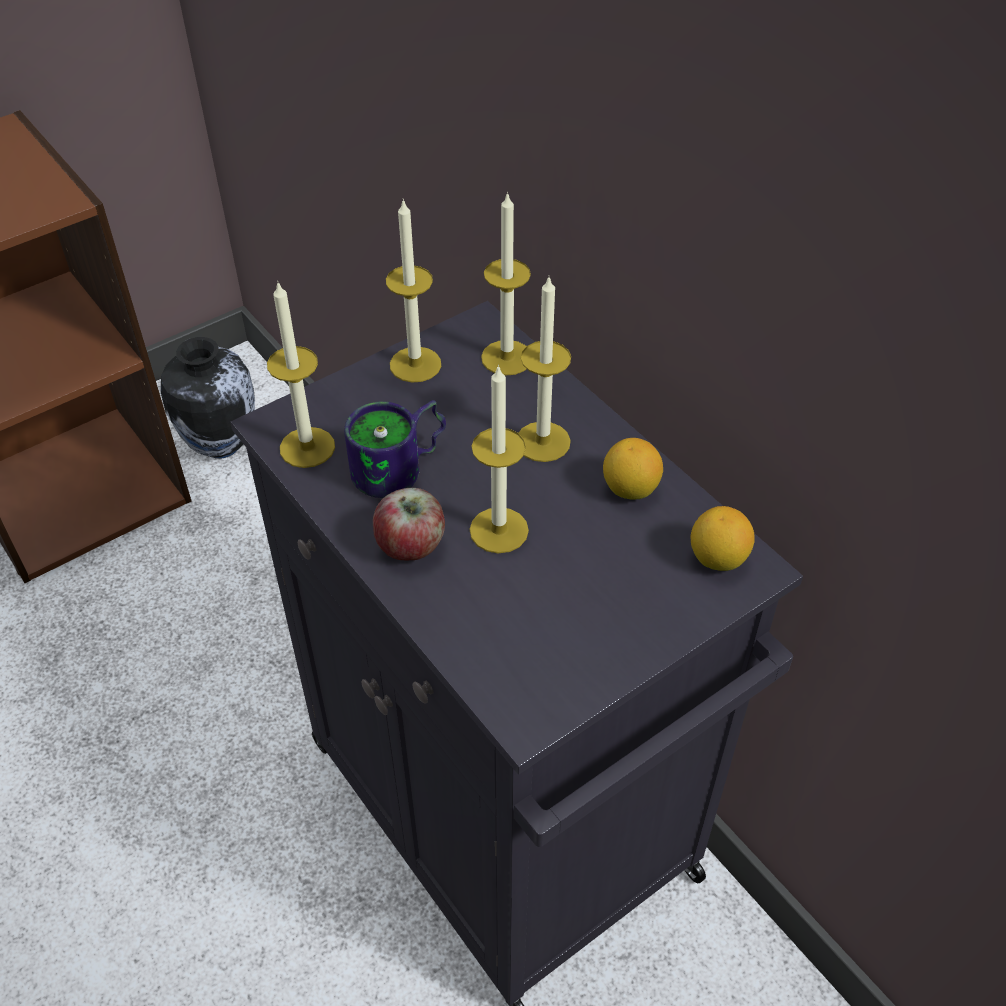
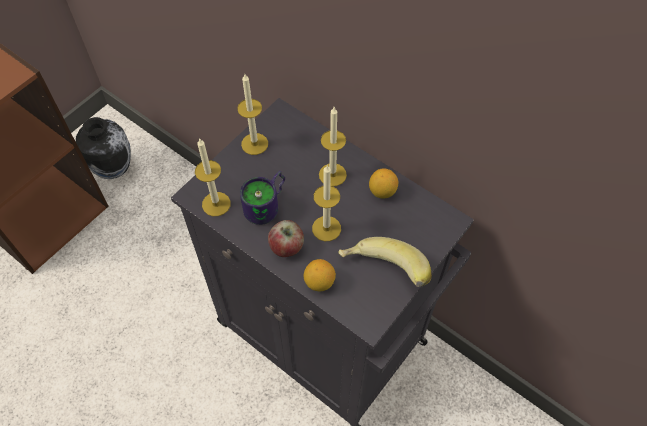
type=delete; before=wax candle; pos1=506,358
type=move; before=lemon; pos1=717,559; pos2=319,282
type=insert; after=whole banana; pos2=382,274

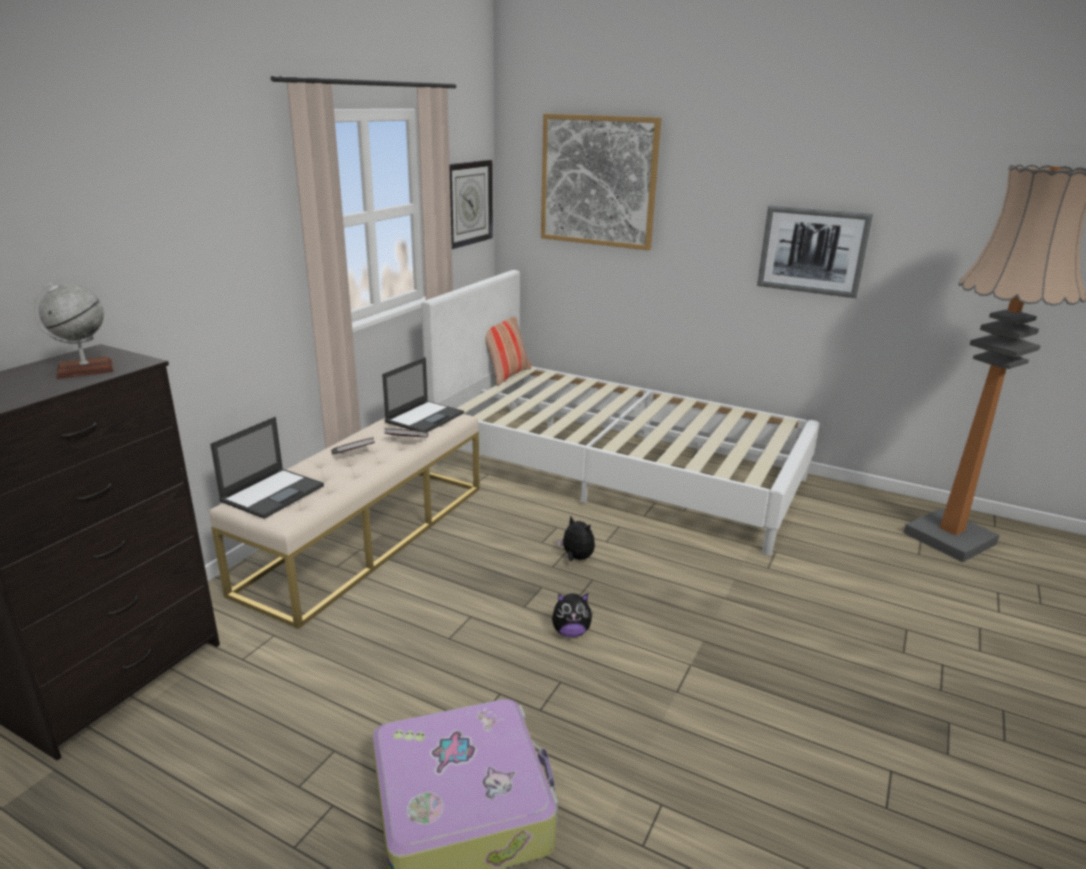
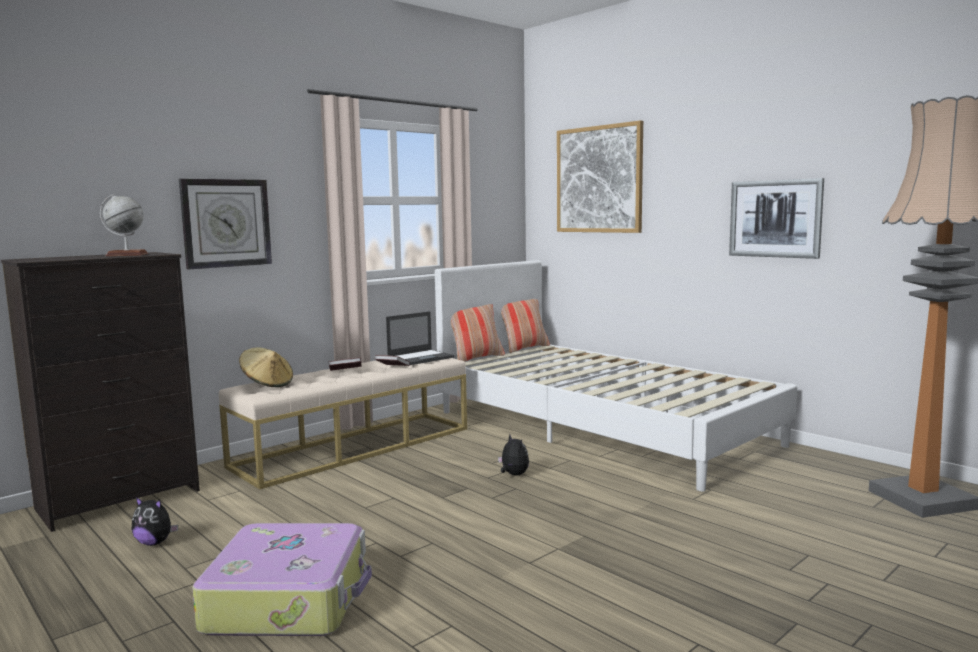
type=move; before=hanging clock; pos1=468,203; pos2=226,223
type=replace; before=notebook computer; after=beige-coloured clothing hat; pos1=273,493; pos2=267,384
type=move; before=plush toy; pos1=571,632; pos2=155,542
type=insert; after=throw pillow; pos2=476,358

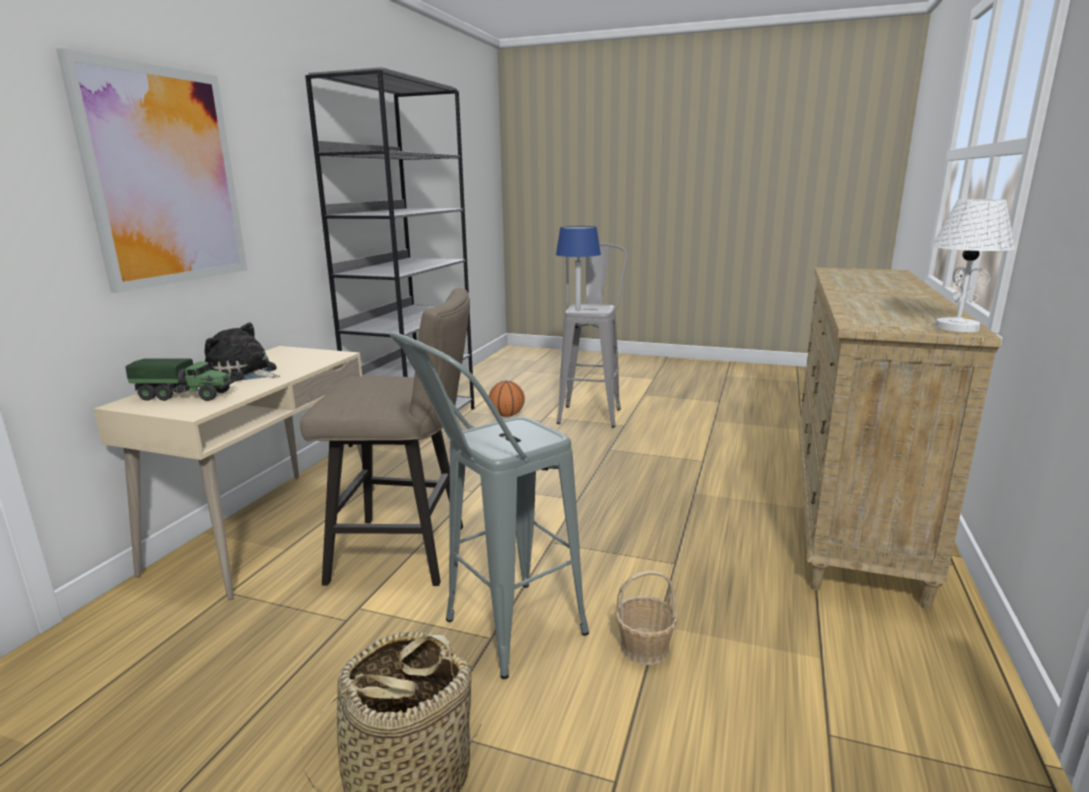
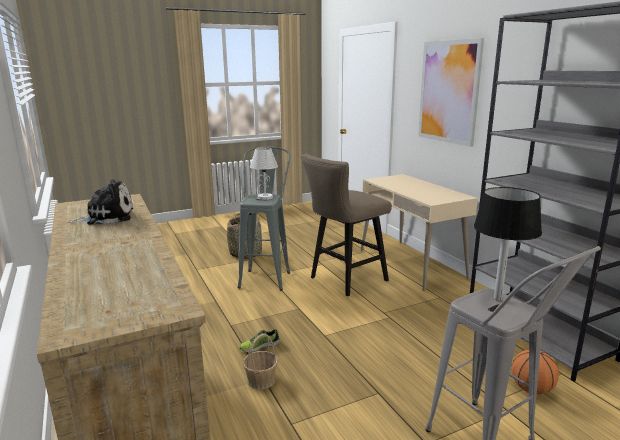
type=move; before=white lamp for a table; pos1=957,327; pos2=265,197
type=recolor; before=blue lamp for a table; after=blackish lamp for a table; pos1=577,310; pos2=497,298
type=move; before=plush toy; pos1=244,373; pos2=107,217
type=delete; before=toy lorry; pos1=186,396
type=move; before=household basket; pos1=645,647; pos2=261,380
type=insert; after=shoe; pos2=259,346

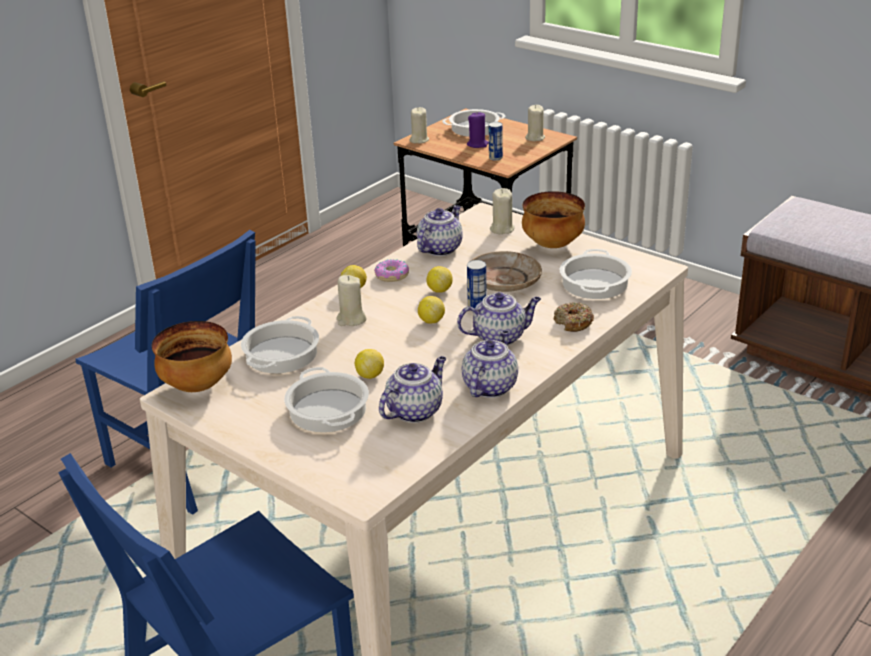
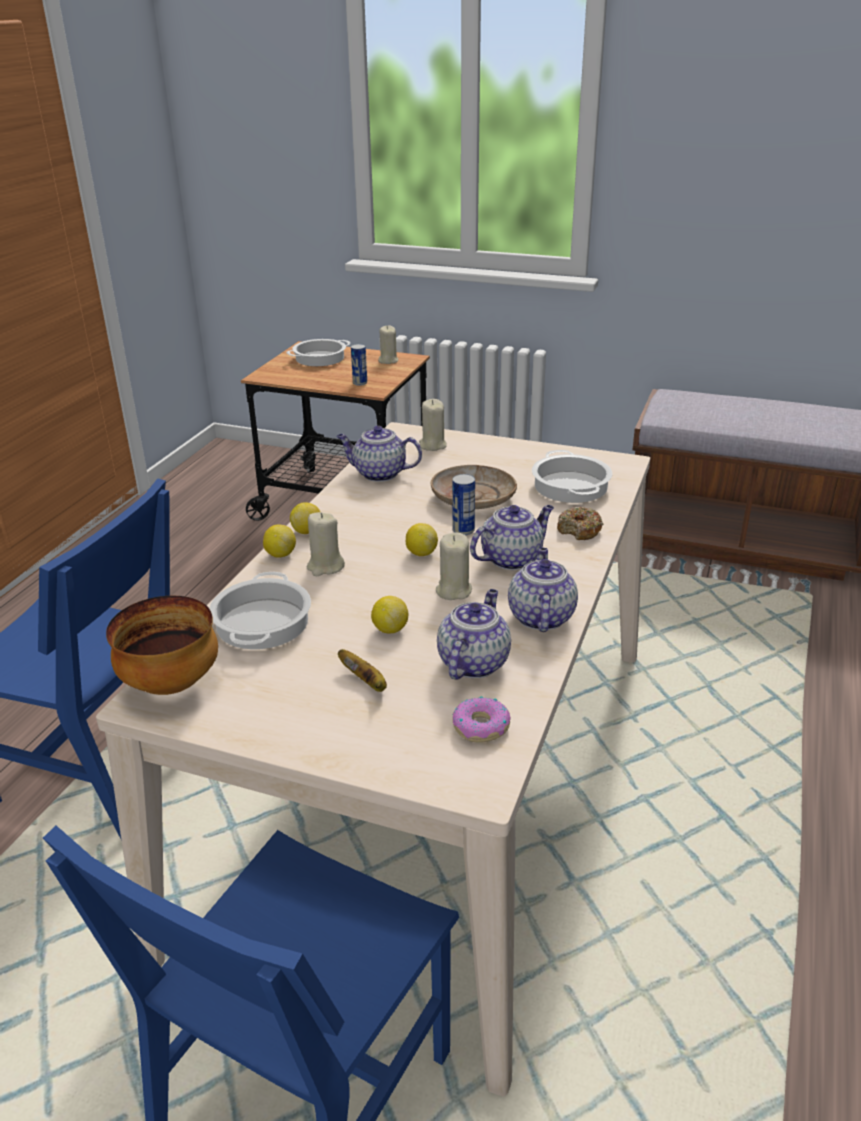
type=move; before=beige-coloured wax candle; pos1=419,140; pos2=453,590
type=delete; before=purple wax candle; pos1=477,144
type=delete; before=bowl; pos1=553,245
type=rotate; before=teapot; pos1=440,248; pos2=378,474; turn=-90
type=move; before=donut; pos1=391,275; pos2=481,727
type=move; before=lemon; pos1=439,290; pos2=280,554
type=replace; before=cooking pot; after=whole banana; pos1=329,410; pos2=366,682

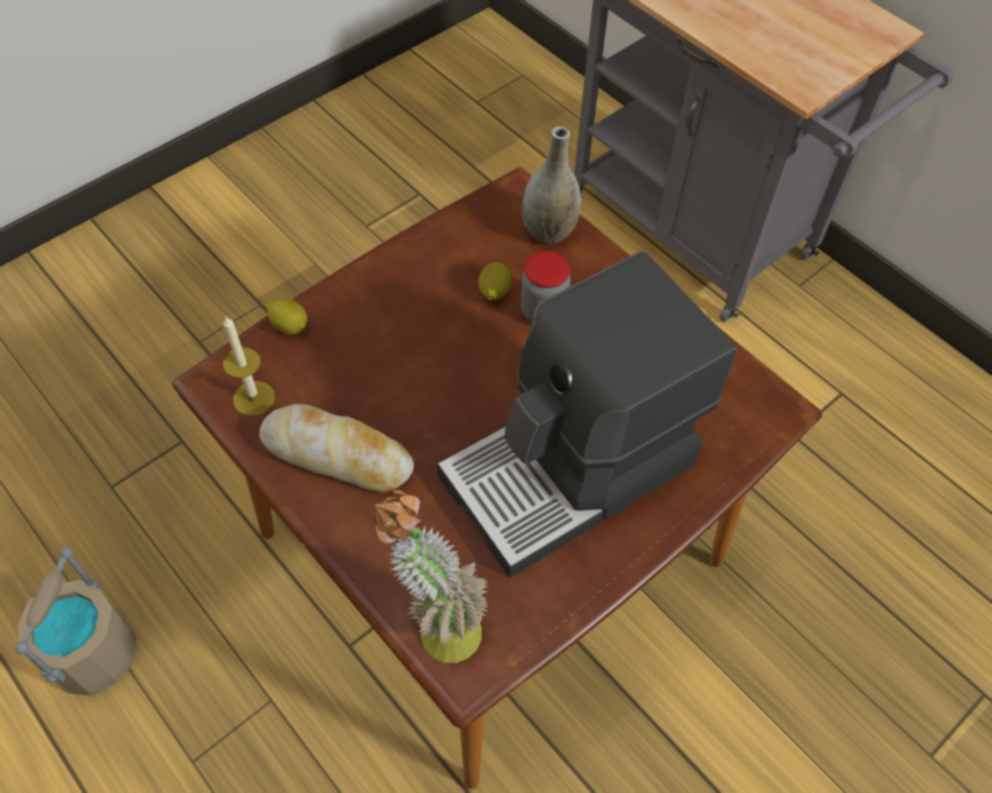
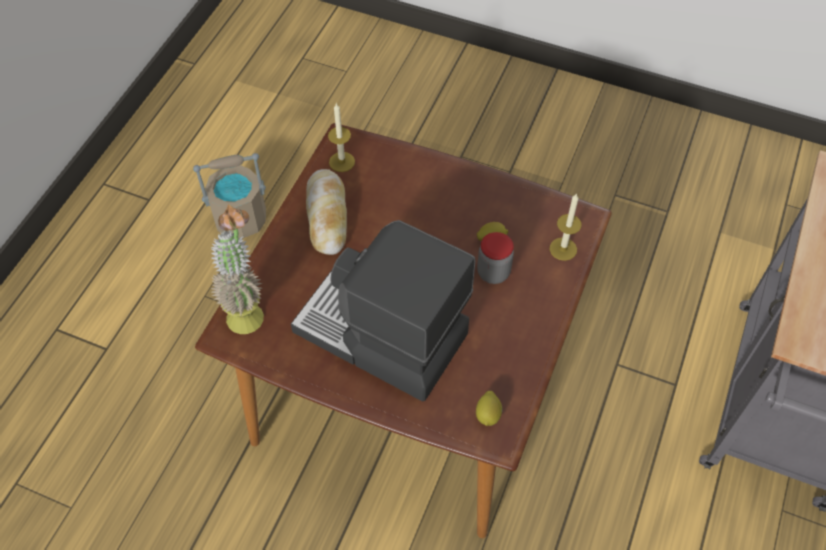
type=replace; before=gray decorative vase; after=wax candle; pos1=549,231; pos2=563,249
type=move; before=lemon; pos1=289,326; pos2=488,414

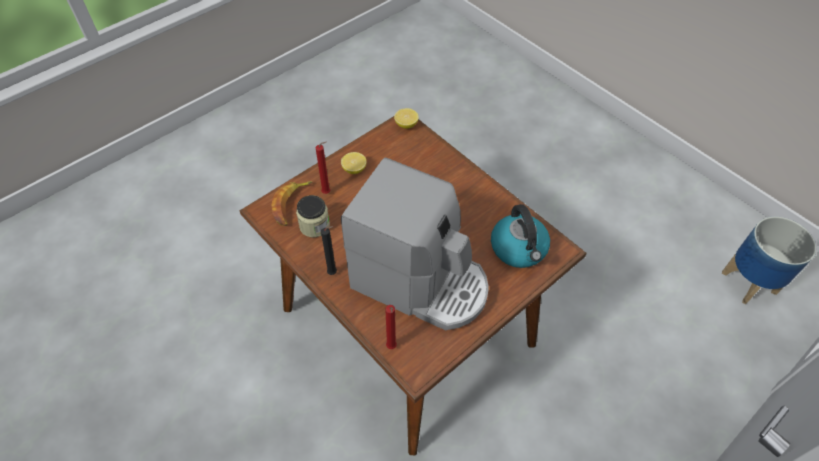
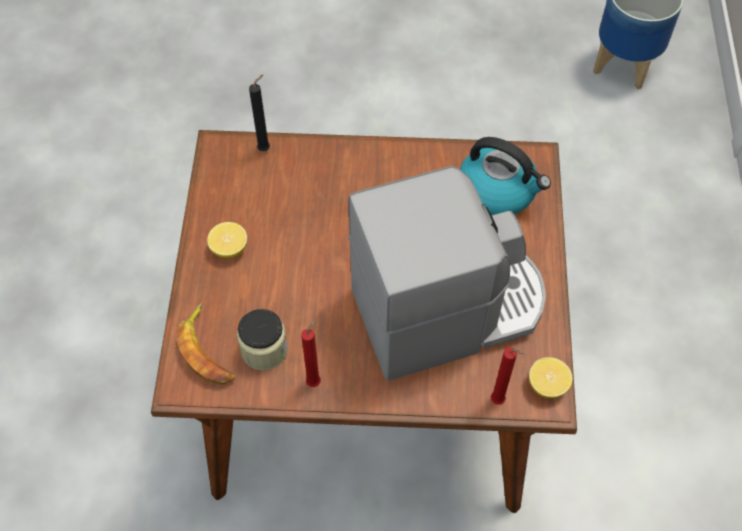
type=move; before=lemon; pos1=406,125; pos2=547,385
type=move; before=red-coloured wax candle; pos1=327,192; pos2=315,381
type=move; before=blackish wax candle; pos1=333,273; pos2=265,148

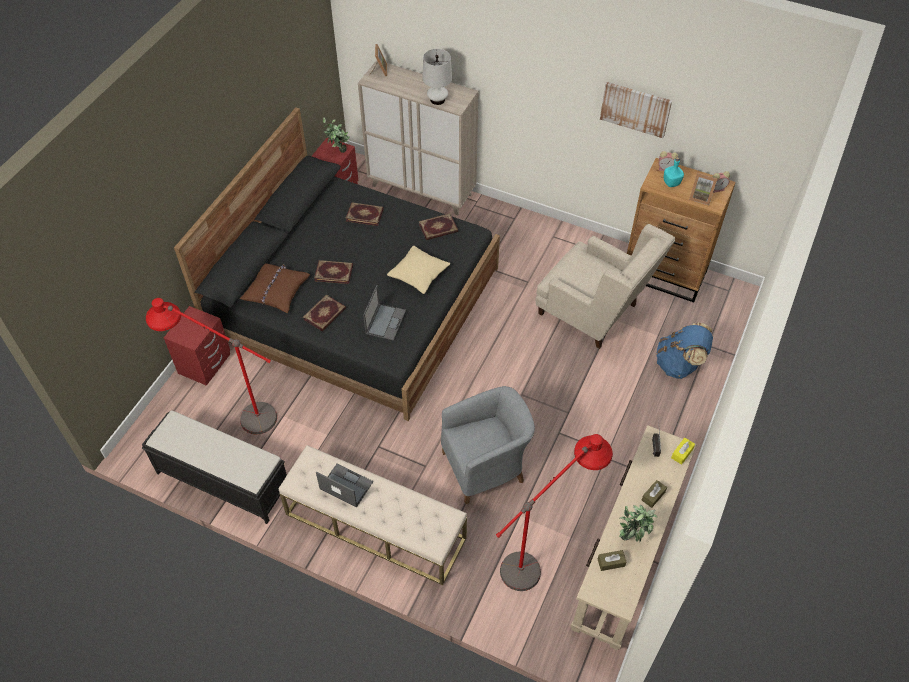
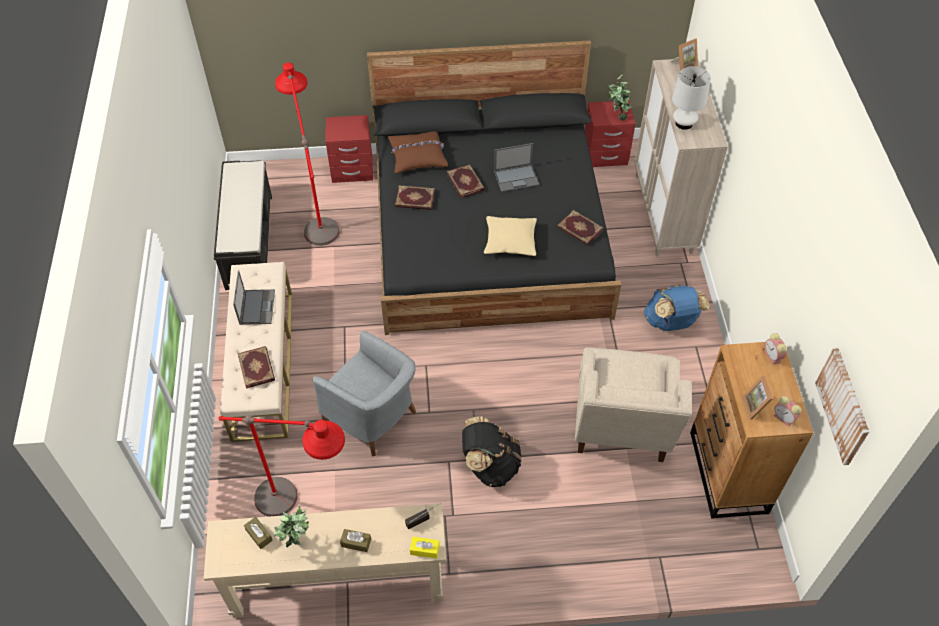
type=move; before=wall art; pos1=635,109; pos2=843,406
type=delete; before=blue-green bottle; pos1=671,183
type=move; before=volume; pos1=365,214; pos2=257,368
type=move; before=notebook computer; pos1=385,321; pos2=516,178
type=move; before=blue rucksack; pos1=679,364; pos2=671,322
type=insert; after=blackish rucksack; pos2=490,465

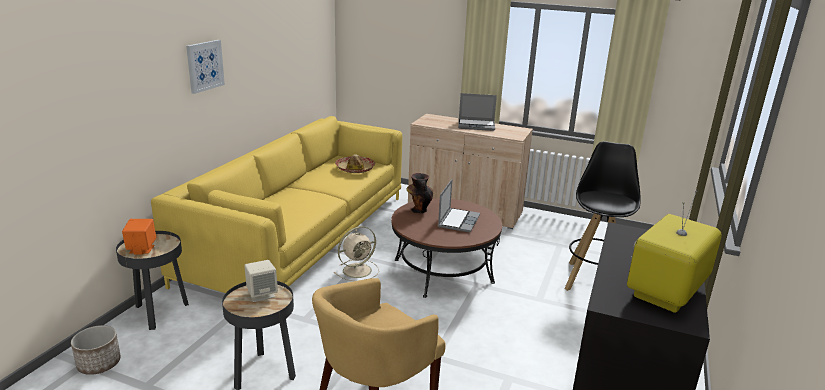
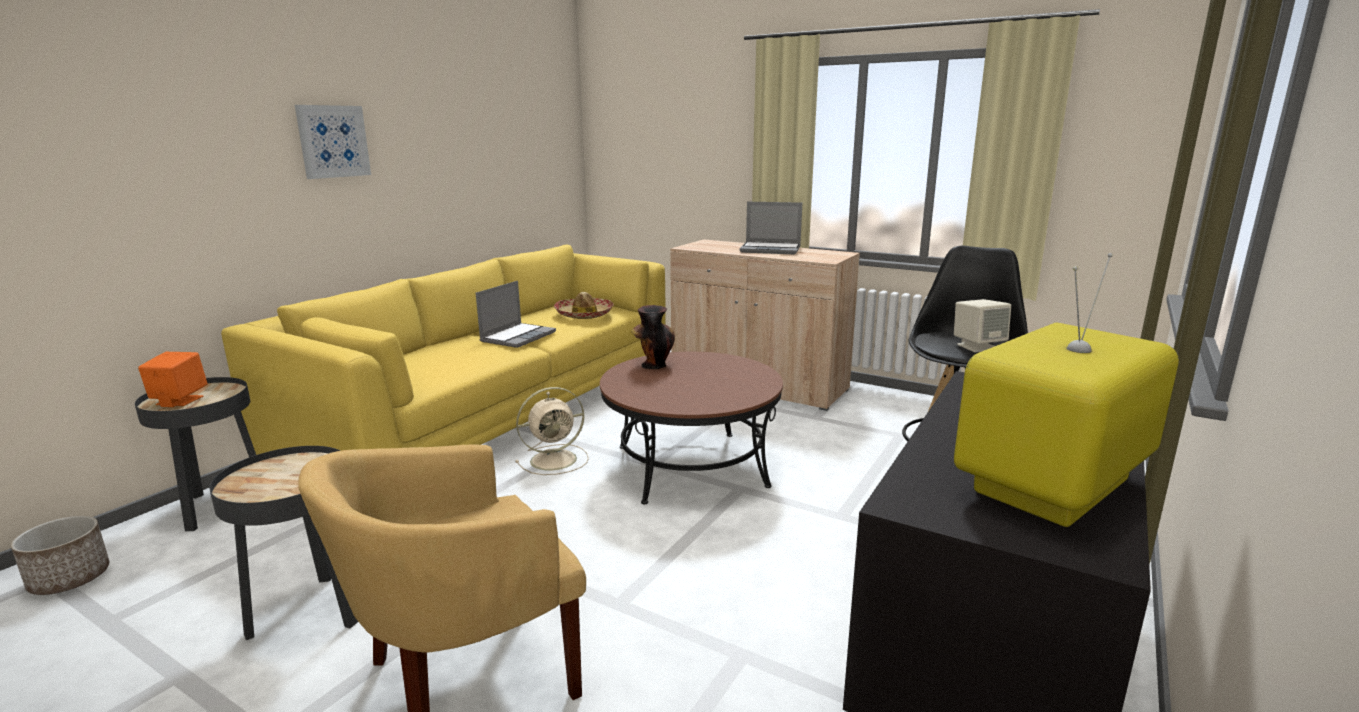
type=move; before=notebook computer; pos1=458,221; pos2=518,336
type=move; before=beige-coloured loudspeaker; pos1=262,294; pos2=978,346

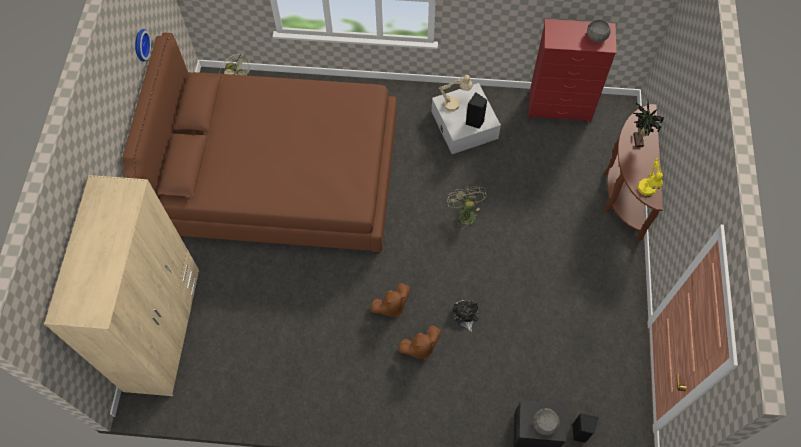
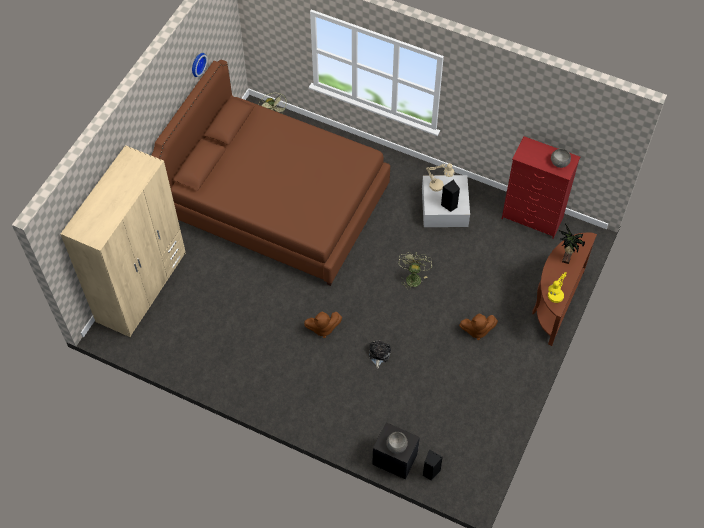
type=move; before=brownish plush toy; pos1=420,348; pos2=477,330

